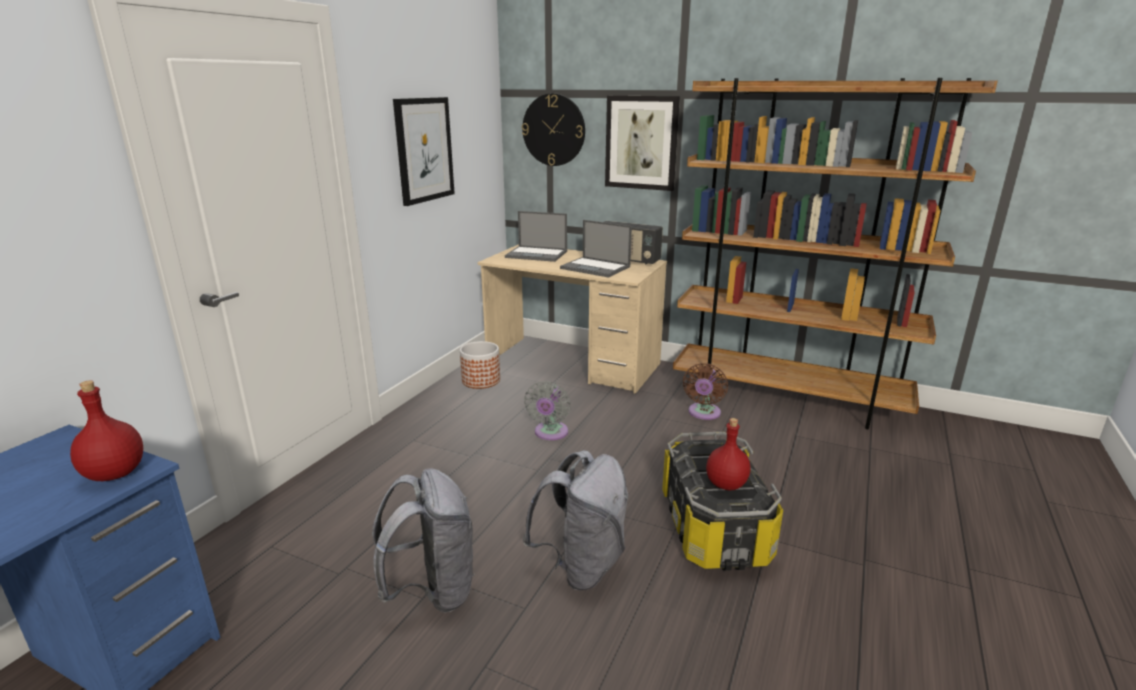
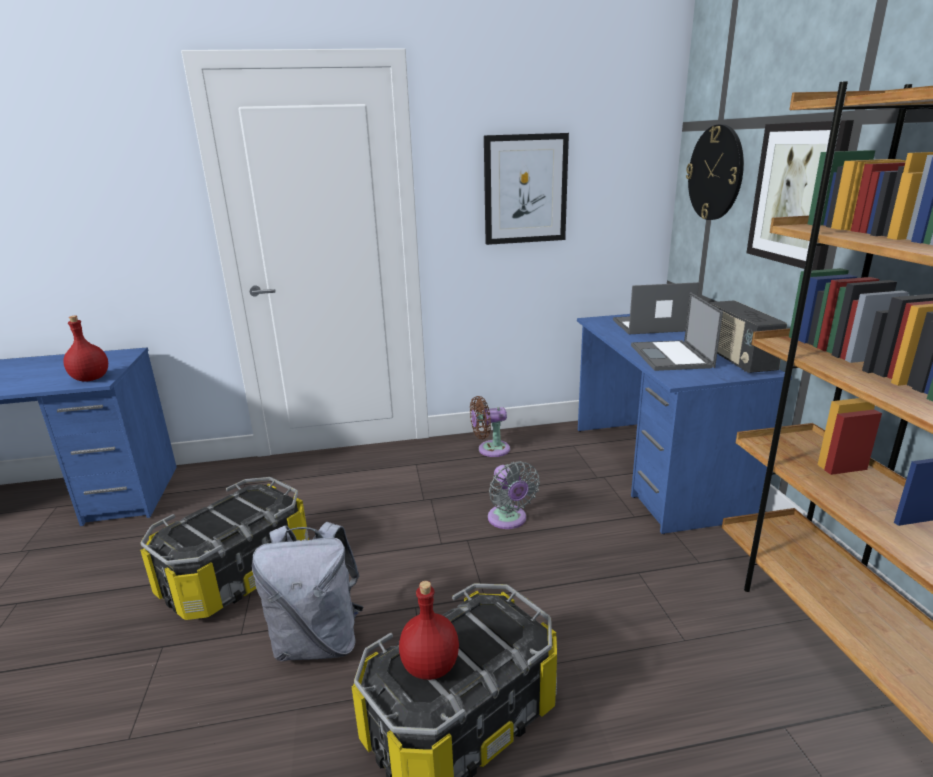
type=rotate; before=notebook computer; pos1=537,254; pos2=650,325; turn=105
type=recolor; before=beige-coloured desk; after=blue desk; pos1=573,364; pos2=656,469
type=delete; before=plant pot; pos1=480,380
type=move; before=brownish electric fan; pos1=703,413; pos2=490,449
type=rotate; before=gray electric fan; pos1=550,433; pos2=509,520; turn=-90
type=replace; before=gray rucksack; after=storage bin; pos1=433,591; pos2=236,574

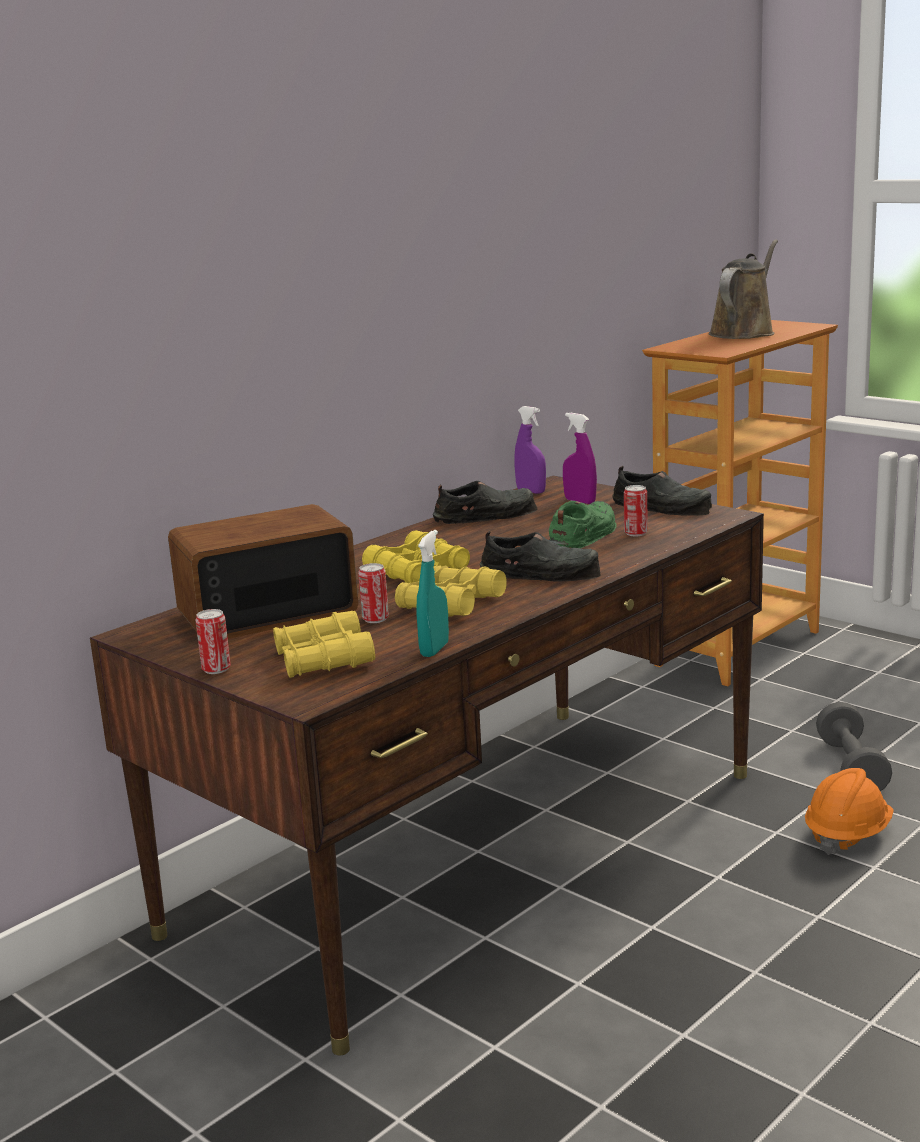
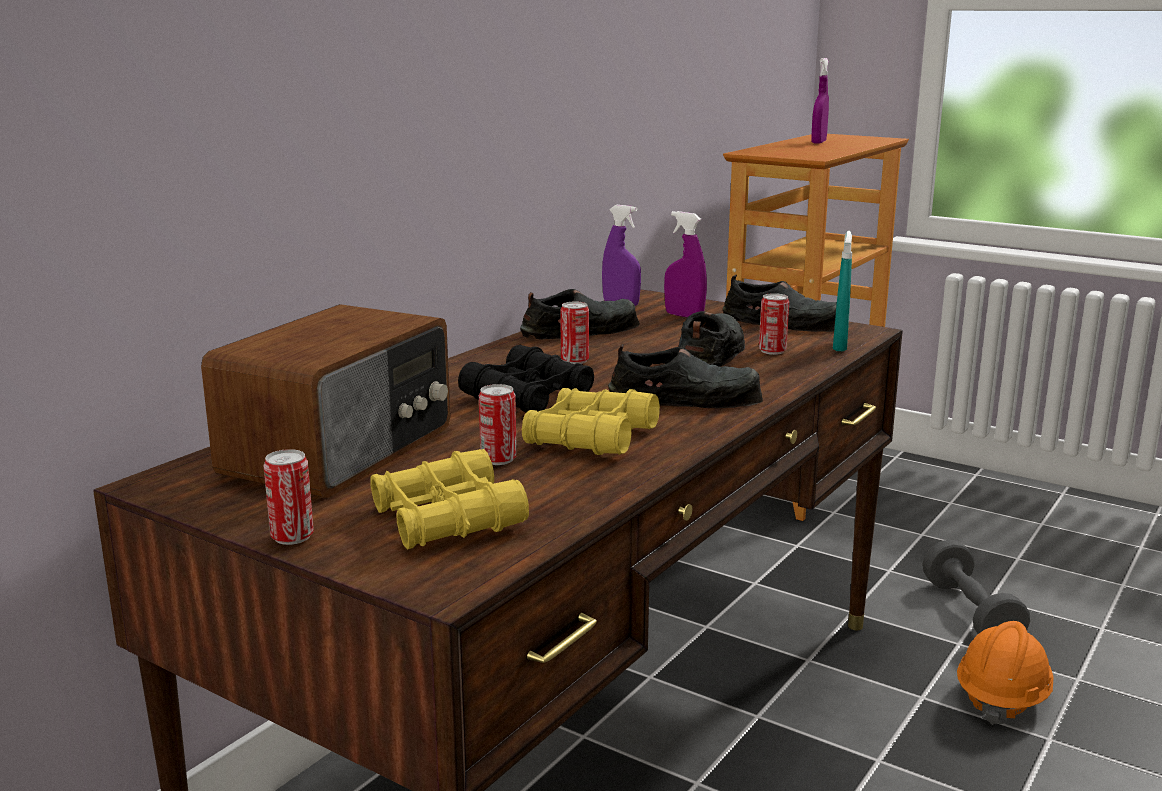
type=replace; before=brownish sprinkling can; after=purple sprayer; pos1=744,333; pos2=818,142
type=recolor; before=green-coloured shoe; after=blackish shoe; pos1=583,535; pos2=711,352
type=rotate; before=radio set; pos1=265,612; pos2=343,450; turn=150
type=recolor; before=yellowish field glasses; after=blackish field glasses; pos1=417,571; pos2=528,396
type=move; before=blue-green sprayer; pos1=434,649; pos2=839,346
type=insert; after=metal can; pos2=574,361

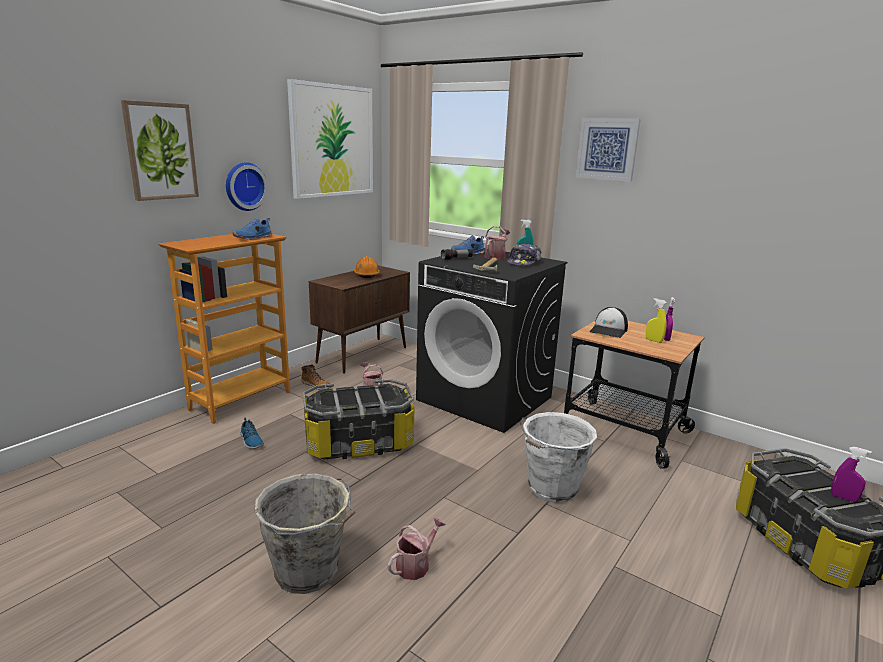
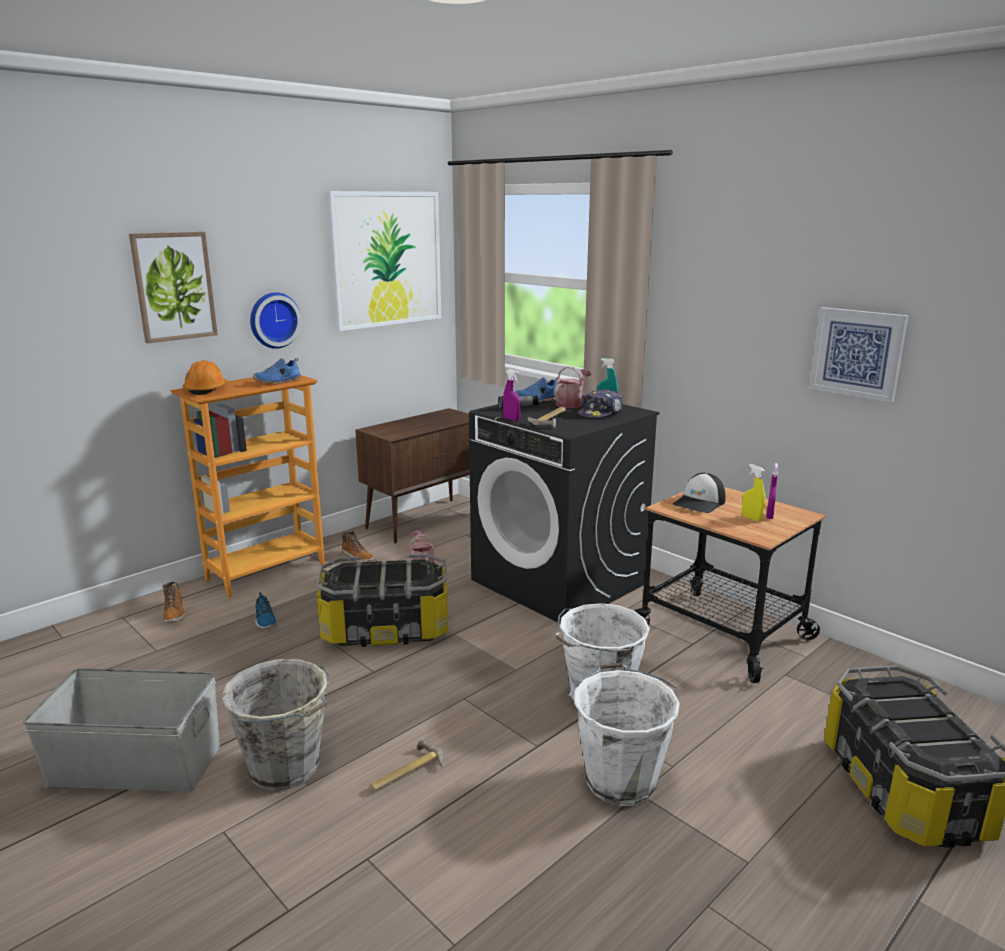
type=move; before=wall art; pos1=607,149; pos2=857,353
type=move; before=orange-coloured safety helmet; pos1=366,275; pos2=206,390
type=move; before=purple sprayer; pos1=843,498; pos2=511,419
type=replace; before=sprinkling can; after=tool hammer; pos1=416,564; pos2=405,771
type=insert; after=boot; pos2=175,613
type=insert; after=white pail; pos2=620,779
type=insert; after=gray storage bin; pos2=136,764

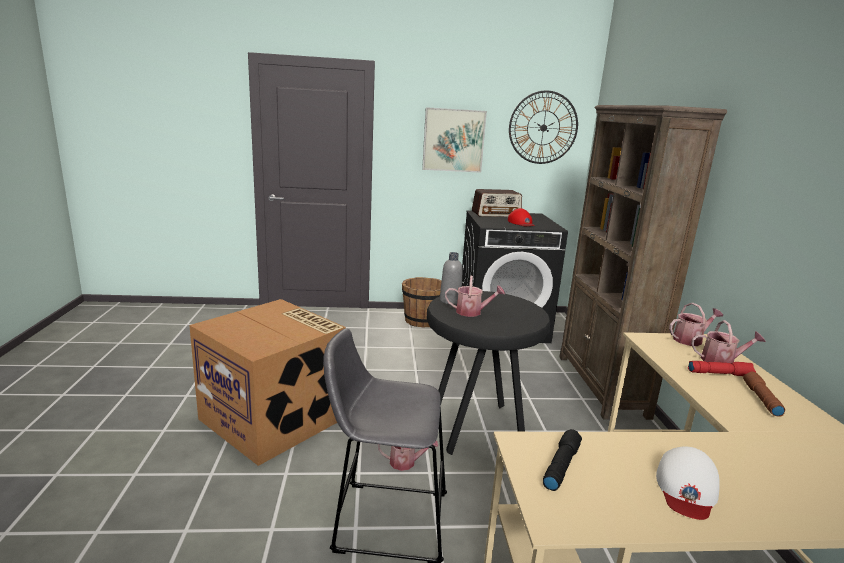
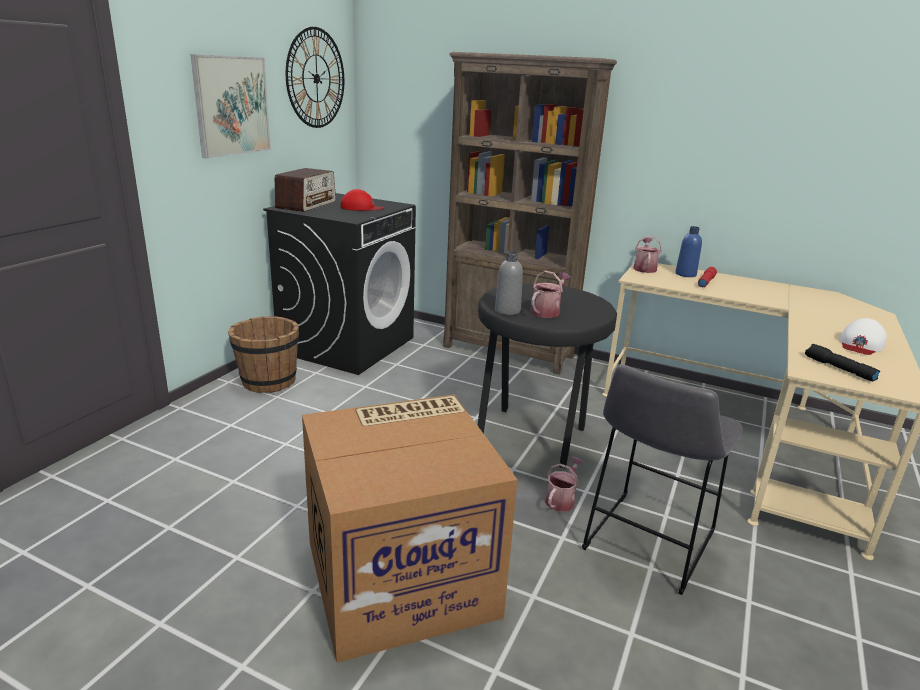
type=replace; before=sprinkling can; after=blue bottle; pos1=721,361; pos2=685,274
type=delete; before=brownish torch; pos1=760,399
type=rotate; before=white cap; pos1=686,488; pos2=860,344; turn=75

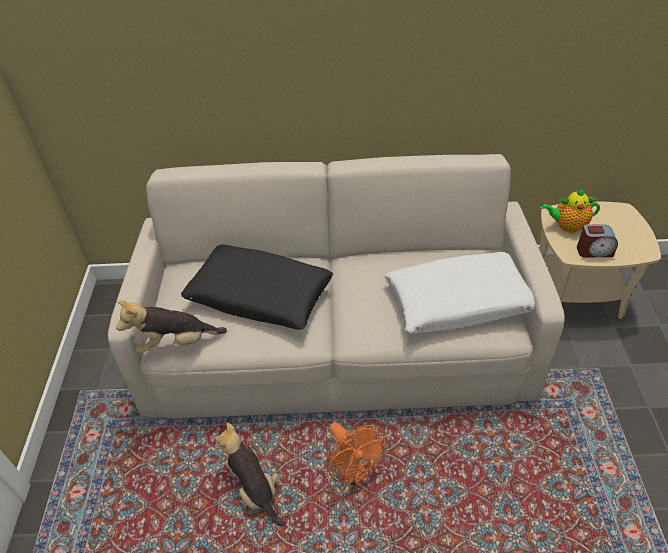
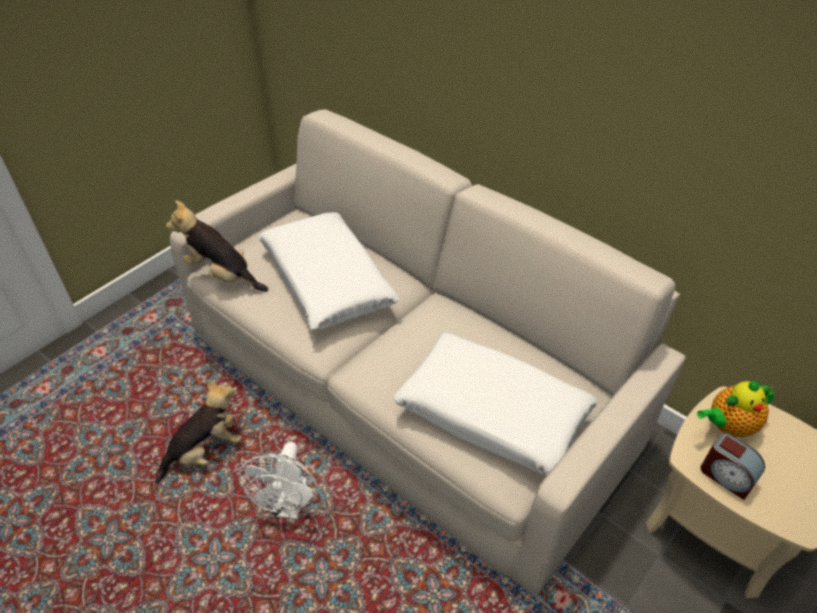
type=rotate; before=teapot; pos1=567,226; pos2=727,425; turn=-60
type=recolor; before=blackish throw pillow; after=white throw pillow; pos1=259,296; pos2=327,280
type=recolor; before=orange-coloured electric fan; after=white electric fan; pos1=354,472; pos2=289,506
type=rotate; before=plush toy; pos1=254,488; pos2=205,451; turn=45

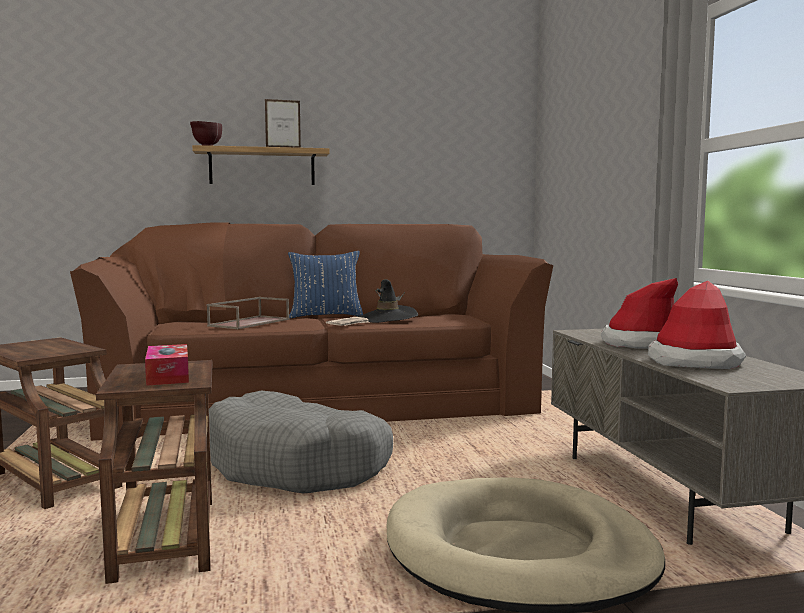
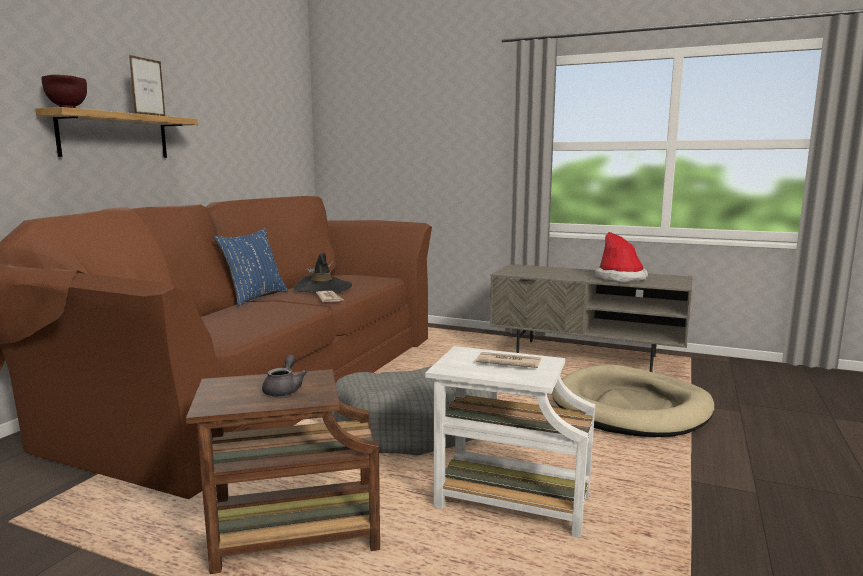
type=delete; before=clothing hat; pos1=641,343
type=delete; before=brownish serving tray; pos1=249,322
type=replace; before=tissue box; after=newspaper; pos1=168,376; pos2=507,363
type=recolor; before=brownish accent table; after=white accent table; pos1=166,536; pos2=508,501
type=insert; after=gray teapot; pos2=284,389

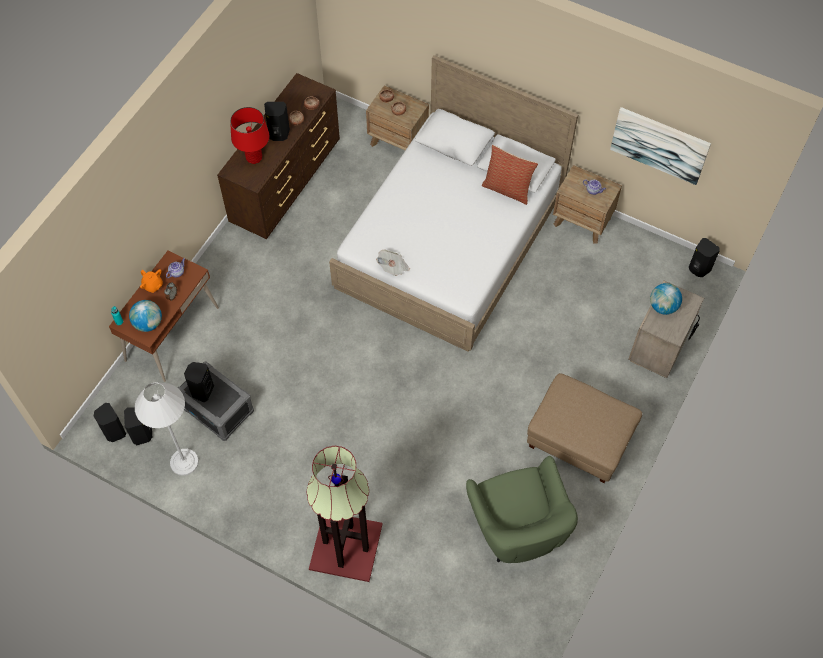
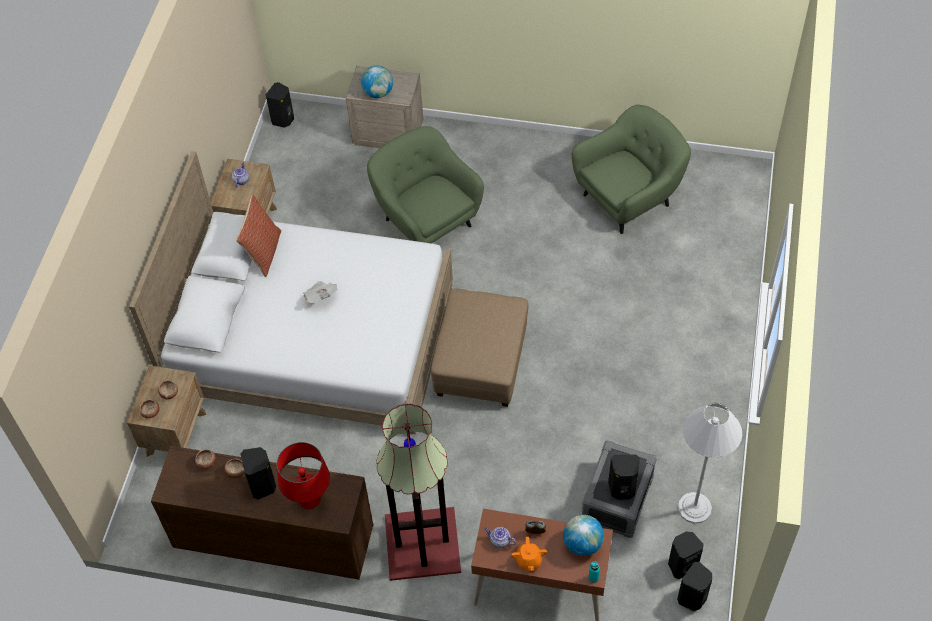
type=delete; before=wall art; pos1=659,145
type=move; before=newspaper; pos1=393,267; pos2=321,297
type=rotate; before=orange-coloured teapot; pos1=153,285; pos2=528,560; turn=150
type=move; before=beige-coloured footrest; pos1=580,439; pos2=480,363
type=move; before=standing lamp; pos1=344,547; pos2=423,545
type=insert; after=green-coloured armchair; pos2=426,221

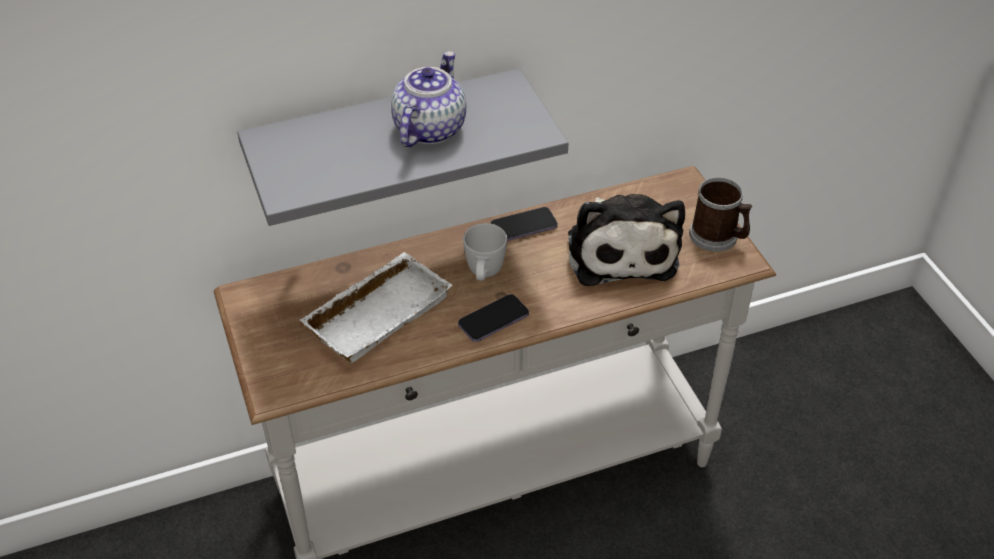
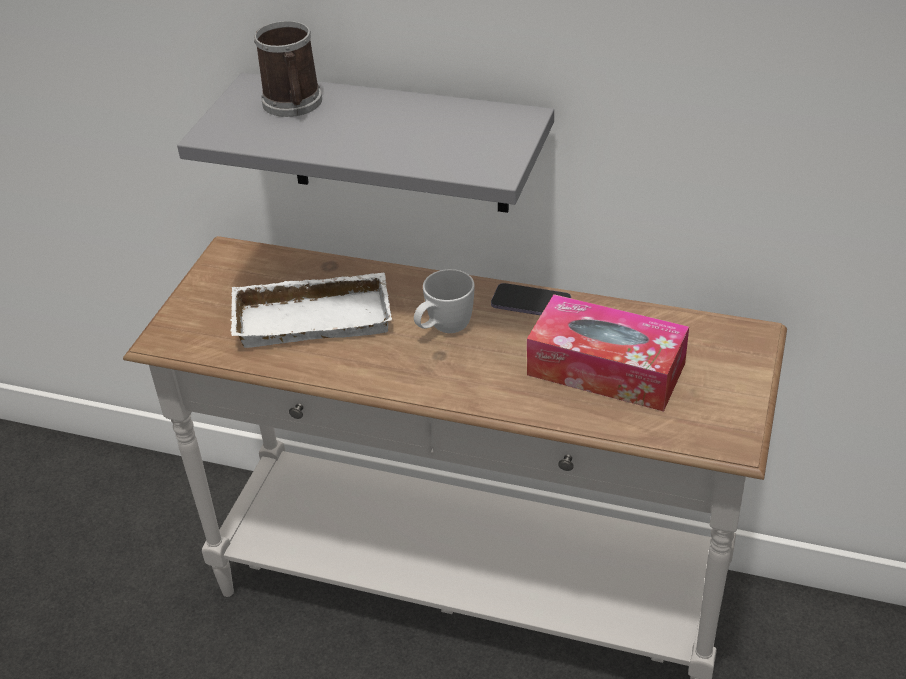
type=delete; before=teapot; pos1=429,128
type=move; before=coffee mug; pos1=718,237; pos2=293,105
type=replace; before=plush toy; after=tissue box; pos1=620,250; pos2=606,369
type=delete; before=telephone; pos1=493,320

